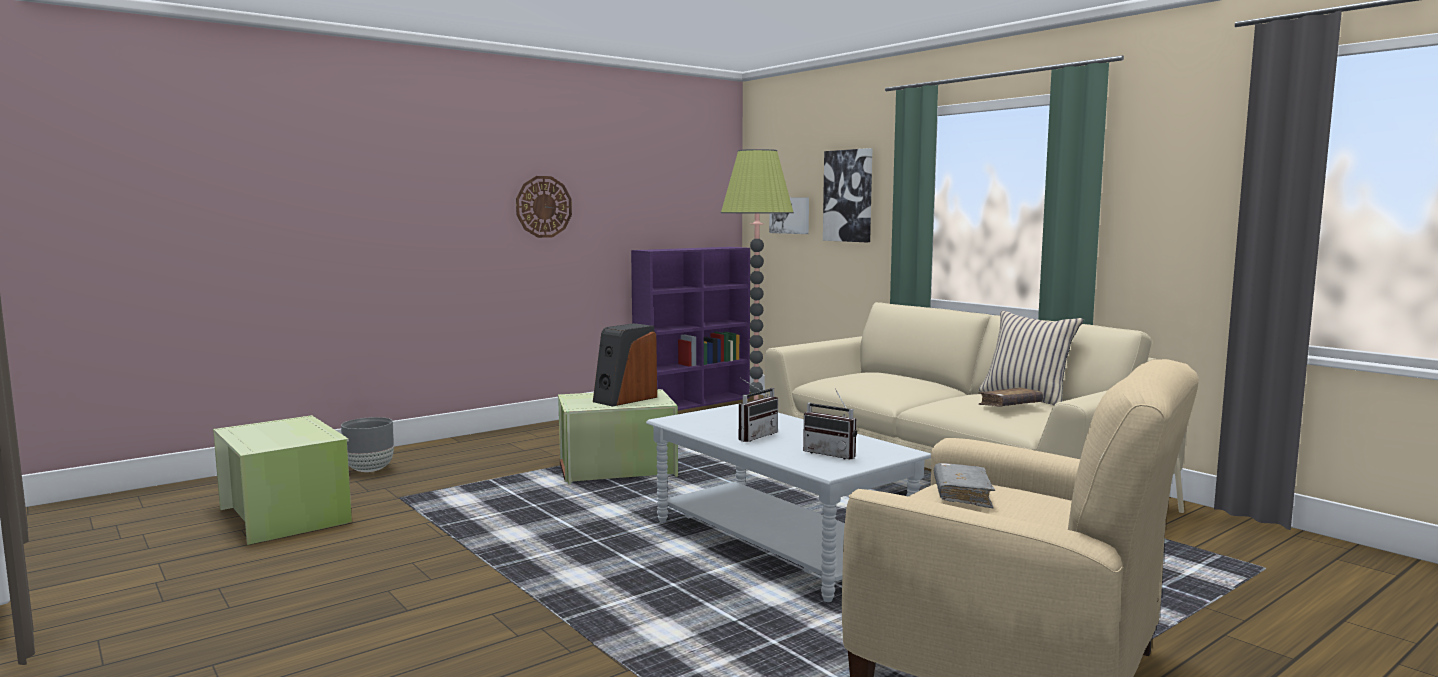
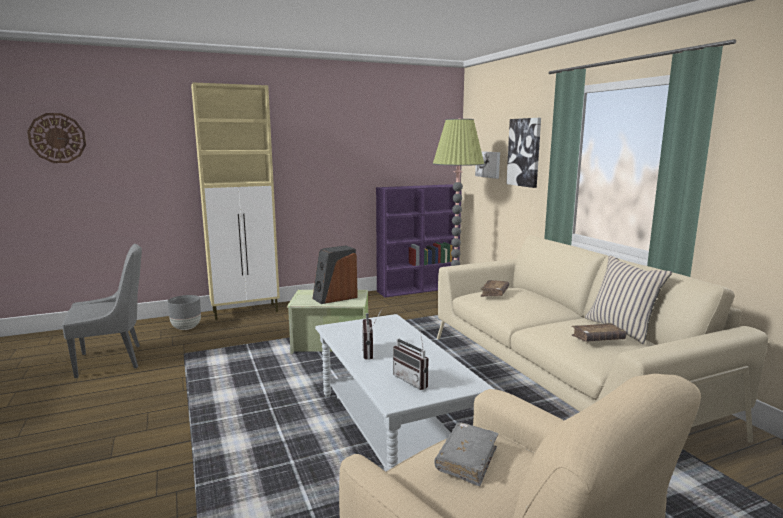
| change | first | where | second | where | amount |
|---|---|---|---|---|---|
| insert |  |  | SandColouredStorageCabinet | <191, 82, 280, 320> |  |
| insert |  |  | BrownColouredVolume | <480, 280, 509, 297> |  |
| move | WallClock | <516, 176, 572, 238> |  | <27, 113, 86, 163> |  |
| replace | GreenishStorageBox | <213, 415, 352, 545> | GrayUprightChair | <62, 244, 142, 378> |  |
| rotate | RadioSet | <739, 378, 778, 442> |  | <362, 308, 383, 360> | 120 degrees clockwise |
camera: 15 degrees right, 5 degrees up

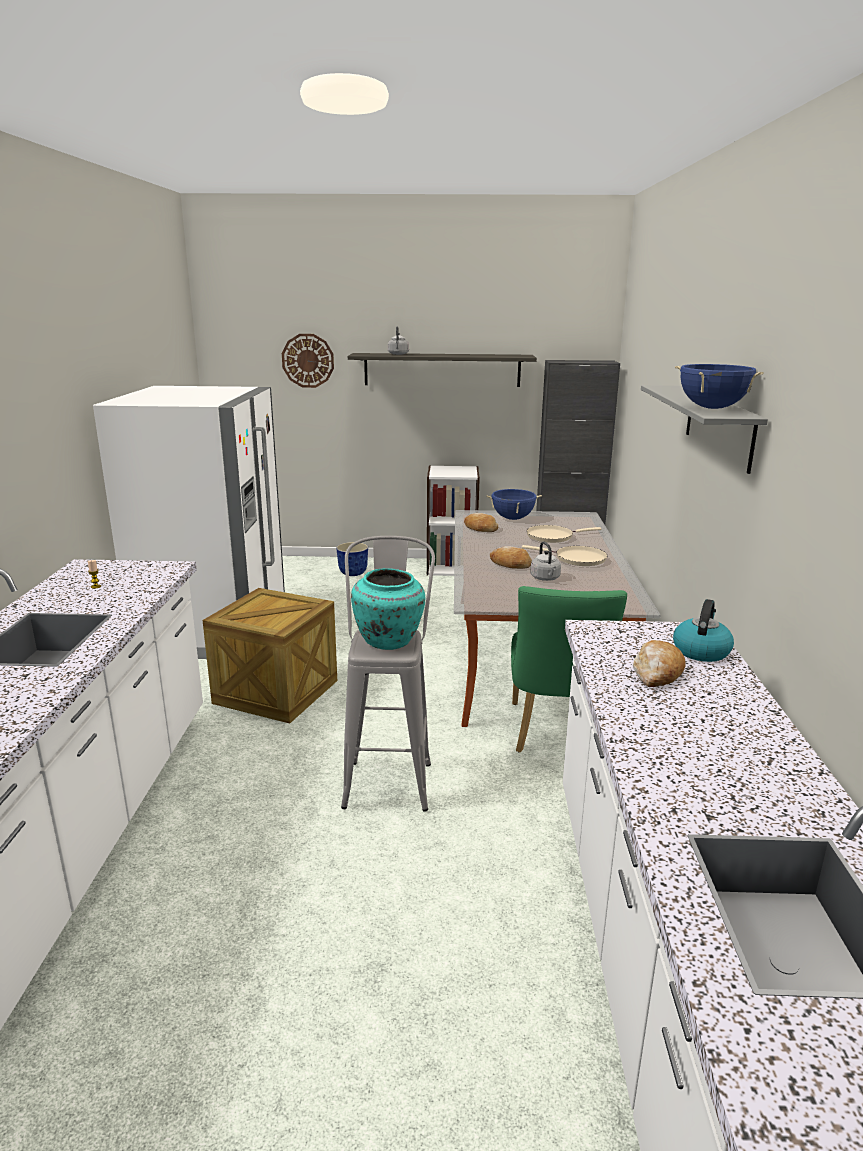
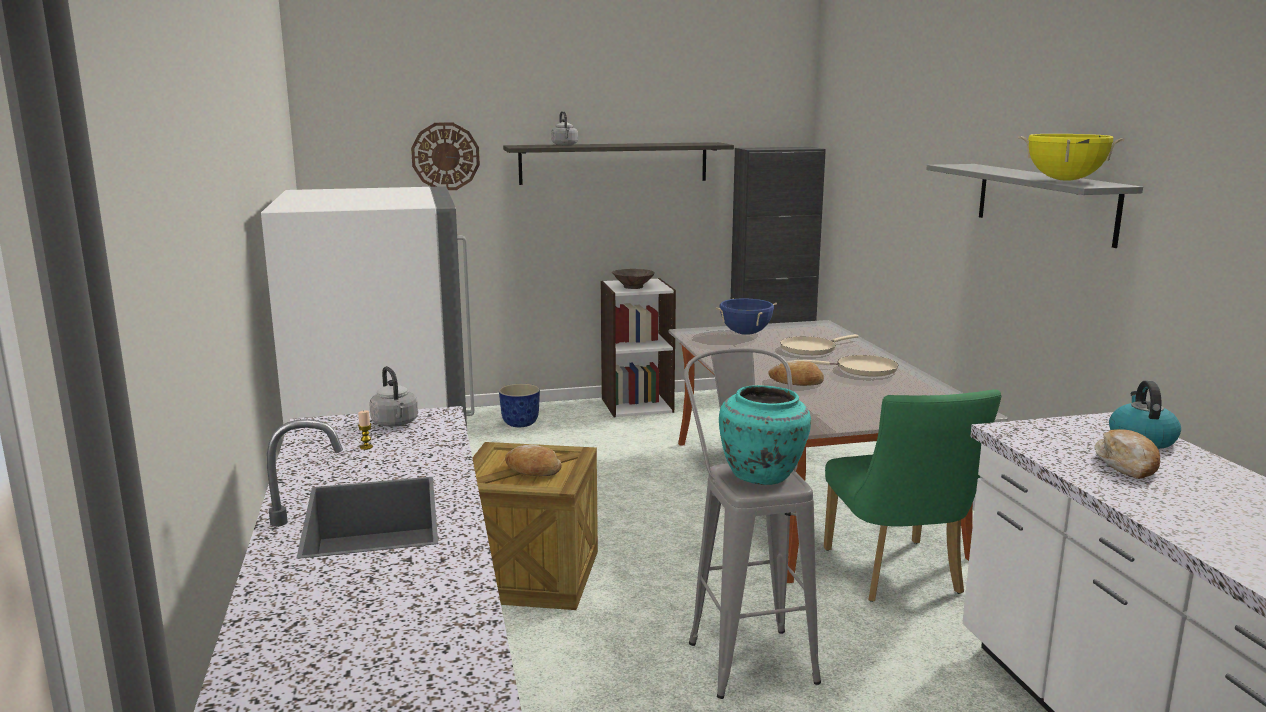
| change | first | where | second | where | amount |
|---|---|---|---|---|---|
| insert |  |  | BrownColouredBowl | <612, 269, 655, 289> |  |
| move | BakeryBread | <464, 513, 498, 532> |  | <505, 445, 562, 476> |  |
| move | GrayKettle | <530, 541, 561, 581> |  | <369, 366, 418, 427> |  |
| recolor | BlueColouredCookingPot | <675, 364, 764, 409> | YellowColouredCookingPot | <1018, 134, 1125, 181> |  |
camera: 15 degrees left, 5 degrees down

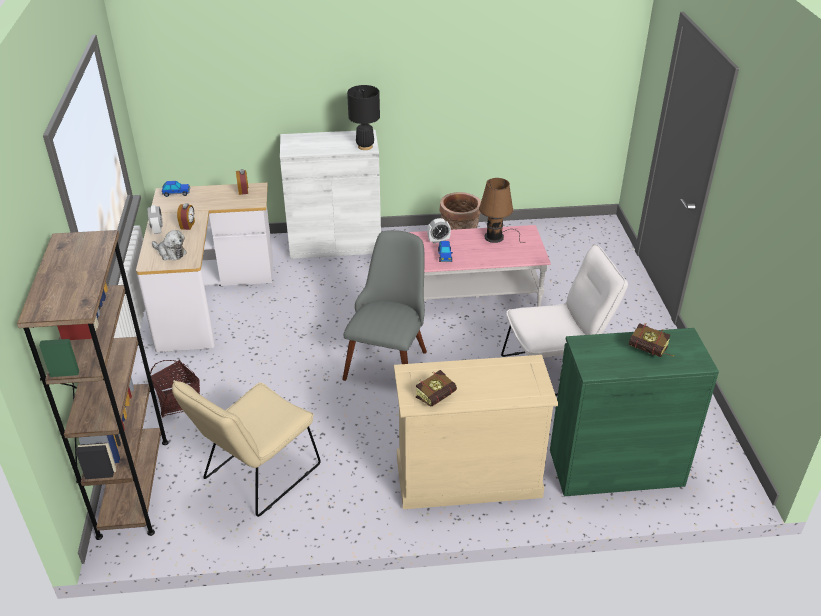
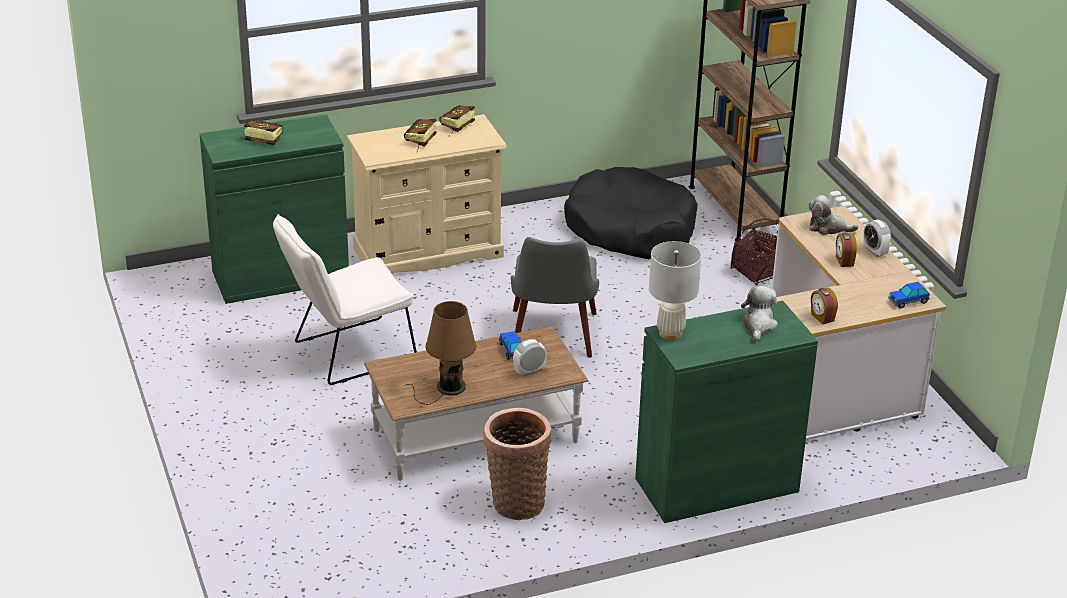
| change | first | where | second | where | amount |
|---|---|---|---|---|---|
| insert |  |  | Volume | <404, 119, 437, 152> |  |
| insert |  |  | SoftToy | <741, 286, 778, 341> |  |
| replace | SandColouredUprightChair | <172, 380, 321, 517> | BlackColouredDogBed | <564, 167, 698, 259> |  |
| recolor | WhitishStorageCabinet | <280, 130, 381, 259> | GreenishStorageCabinet | <635, 301, 818, 523> |  |
| recolor | BlackColouredTabletopLamp | <347, 85, 380, 150> | WhitishTabletopLamp | <649, 241, 701, 340> |  |
| recolor | PinkColouredLowTable | <409, 225, 551, 306> | BrownColouredLowTable | <364, 327, 589, 481> |  |
camera: 165 degrees right, 5 degrees down

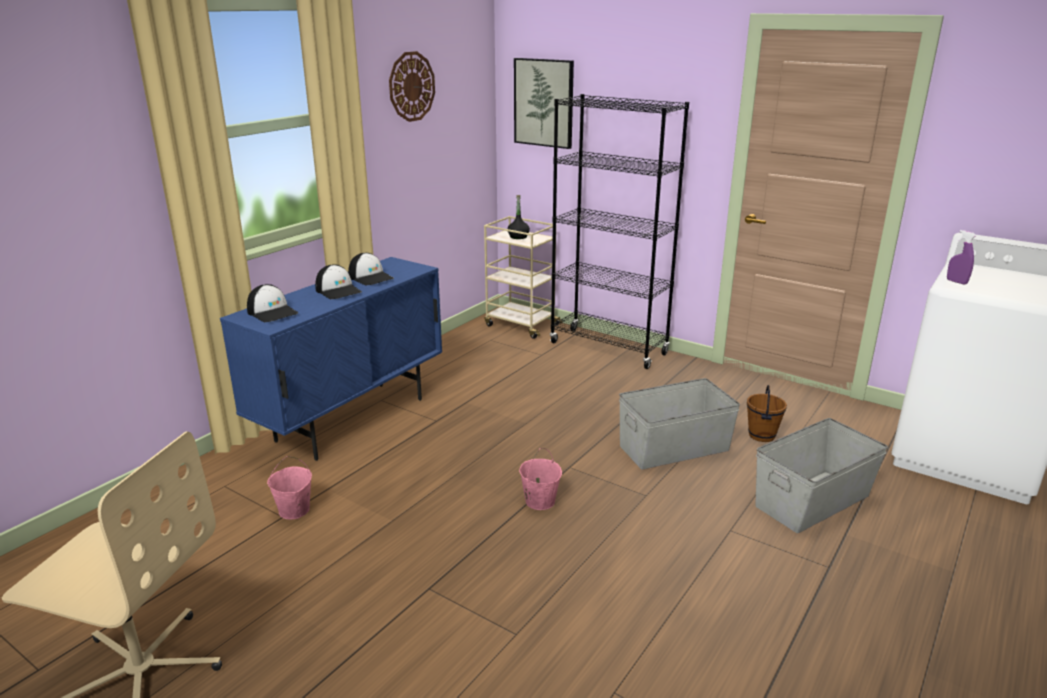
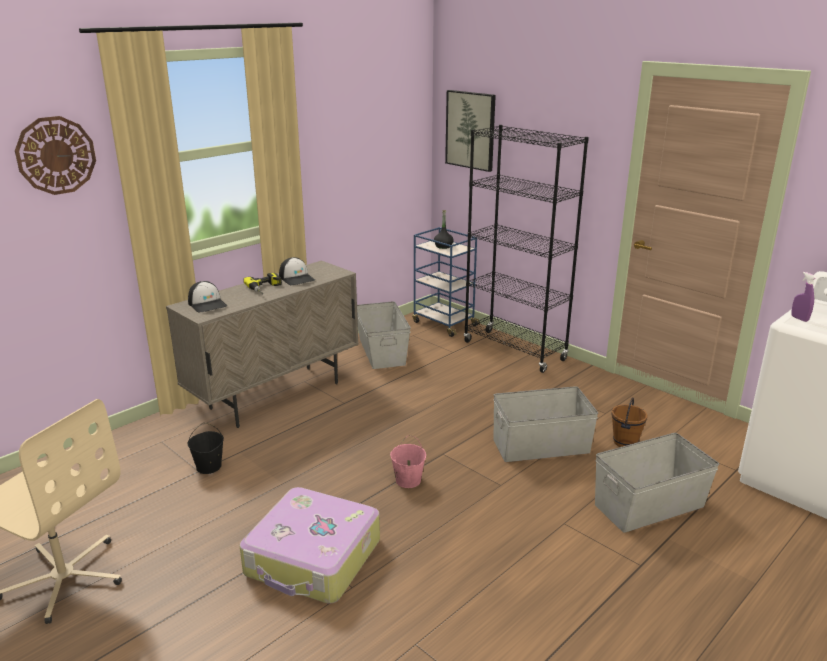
| change | first | where | second | where | amount |
|---|---|---|---|---|---|
| insert |  |  | PieceOfLuggage | <240, 487, 380, 604> |  |
| insert |  |  | GrayStorageBox | <357, 301, 411, 369> |  |
| move | WallClock | <389, 51, 435, 122> |  | <15, 116, 96, 195> |  |
| replace | BaseballCap | <315, 264, 362, 299> | ElectricDrill | <243, 273, 282, 295> |  |
| recolor | BlueColouredStorageCabinet | <220, 257, 442, 461> | SandColouredStorageCabinet | <166, 260, 359, 428> |  |
| recolor | PinkColouredBucket | <267, 456, 312, 519> | BlackColouredBucket | <187, 423, 224, 474> |  |
| recolor | SandColouredTrolley | <484, 216, 562, 339> | BlueColouredTrolley | <412, 227, 480, 337> |  |
camera: 10 degrees right, 0 degrees up

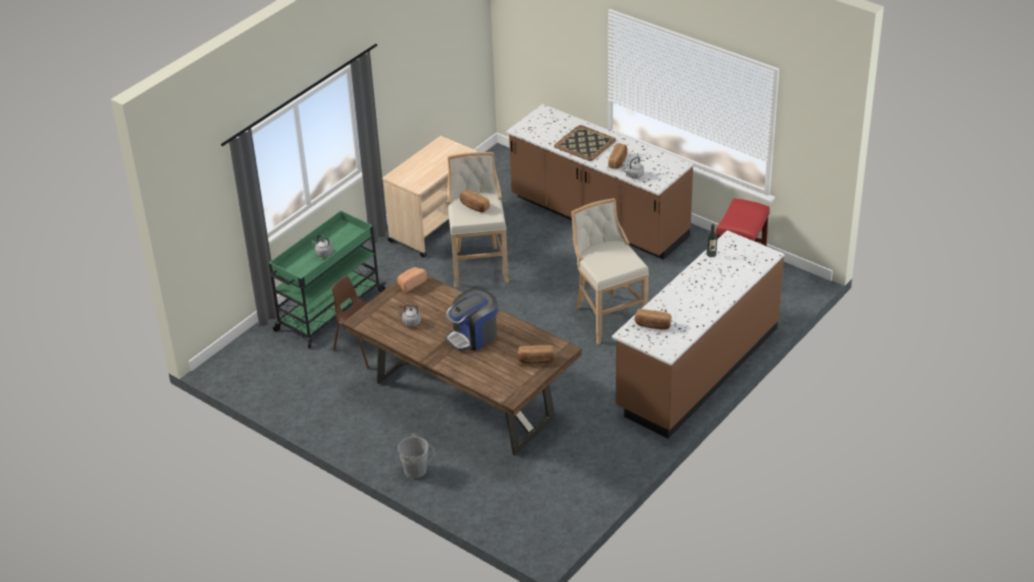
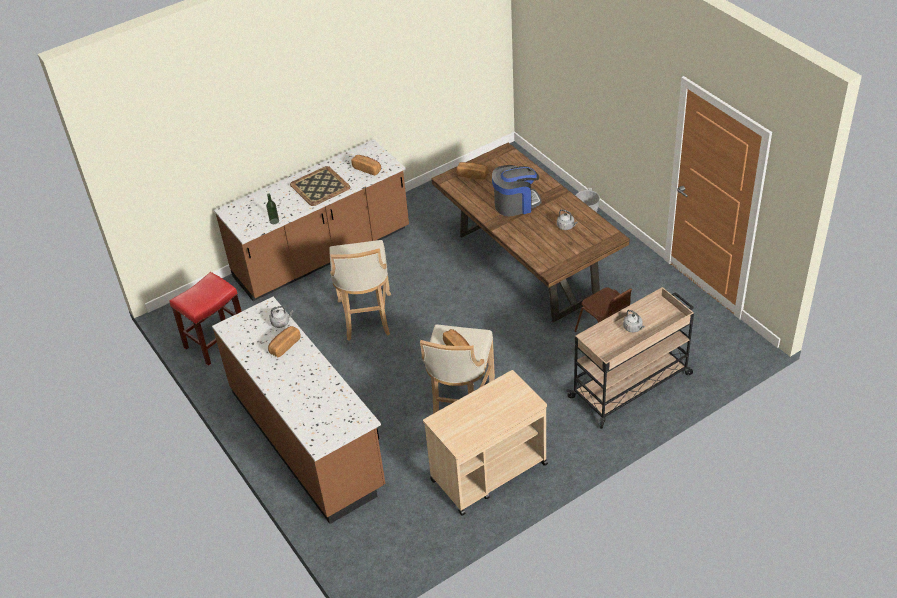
| change | first | where | second | where | amount |
|---|---|---|---|---|---|
| delete | BakeryBread | <397, 267, 427, 292> |  |  |  |
| move | Tray | <554, 125, 616, 161> |  | <290, 166, 350, 206> |  |
| recolor | GreenishTrolley | <269, 211, 386, 349> | SandColouredTrolley | <566, 287, 694, 429> |  |
camera: 160 degrees left, 5 degrees up

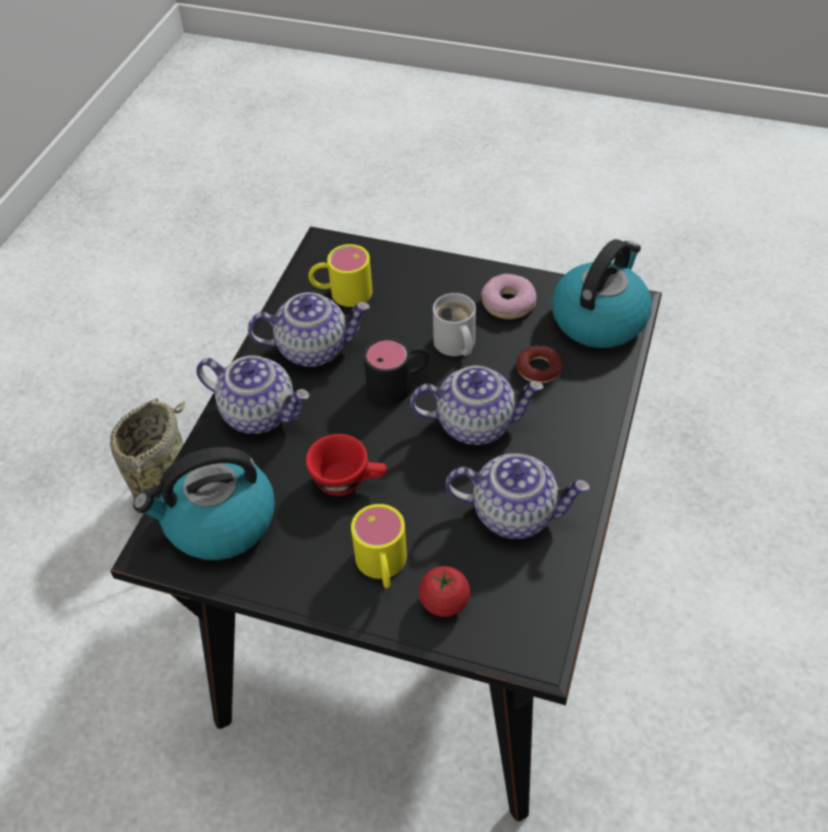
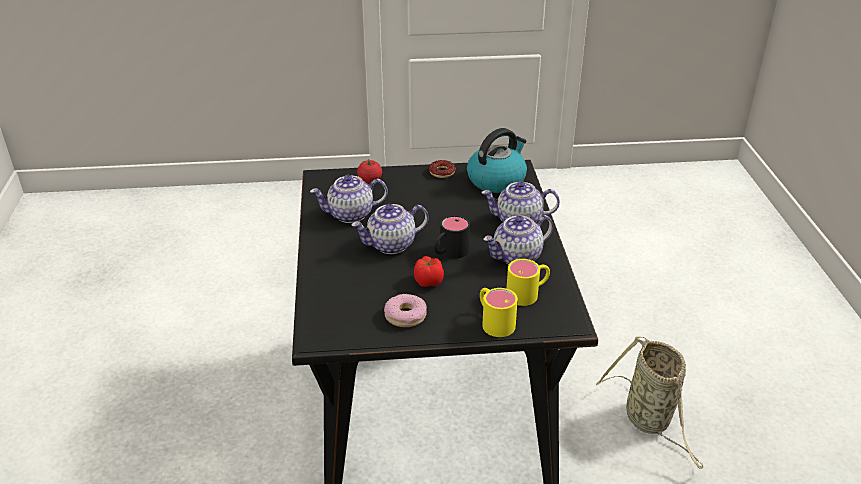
| change | first | where | second | where | amount |
|---|---|---|---|---|---|
| delete | RedColouredDrinkingCup | <306, 434, 387, 496> |  |  |  |
| delete | Kettle | <551, 239, 652, 348> |  |  |  |
| move | YellowColouredTeaMug | <351, 504, 407, 588> |  | <480, 288, 518, 337> |  |
| move | Donut | <516, 345, 563, 383> |  | <429, 160, 456, 178> |  |
| replace | WhitishTeaMug | <433, 293, 476, 356> | WholeTomato | <414, 256, 444, 287> |  |
camera: 155 degrees right, 15 degrees down

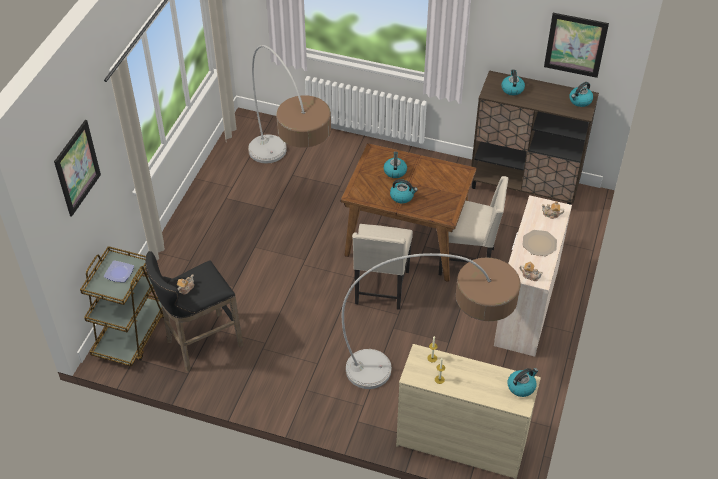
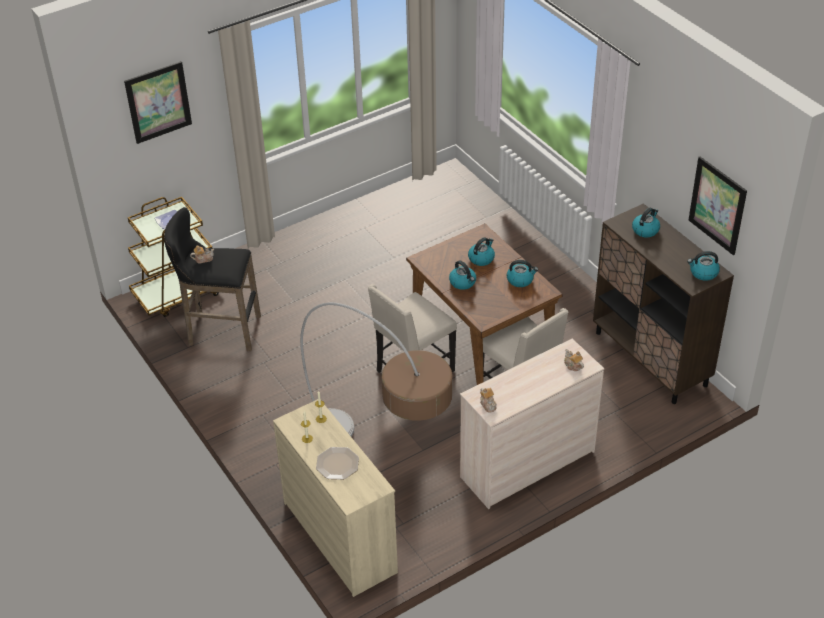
| change | first | where | second | where | amount |
|---|---|---|---|---|---|
| delete | StandardLamp | <248, 45, 331, 164> |  |  |  |
| move | Kettle | <508, 368, 538, 397> |  | <507, 260, 538, 287> |  |
| move | DinnerPlate | <523, 230, 557, 256> |  | <316, 447, 359, 480> |  |
camera: 40 degrees right, 5 degrees down

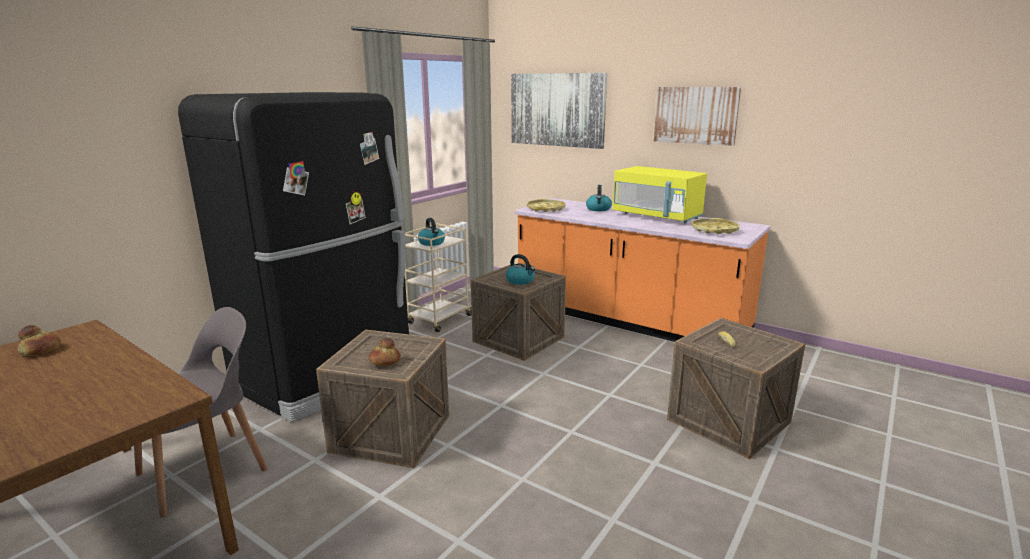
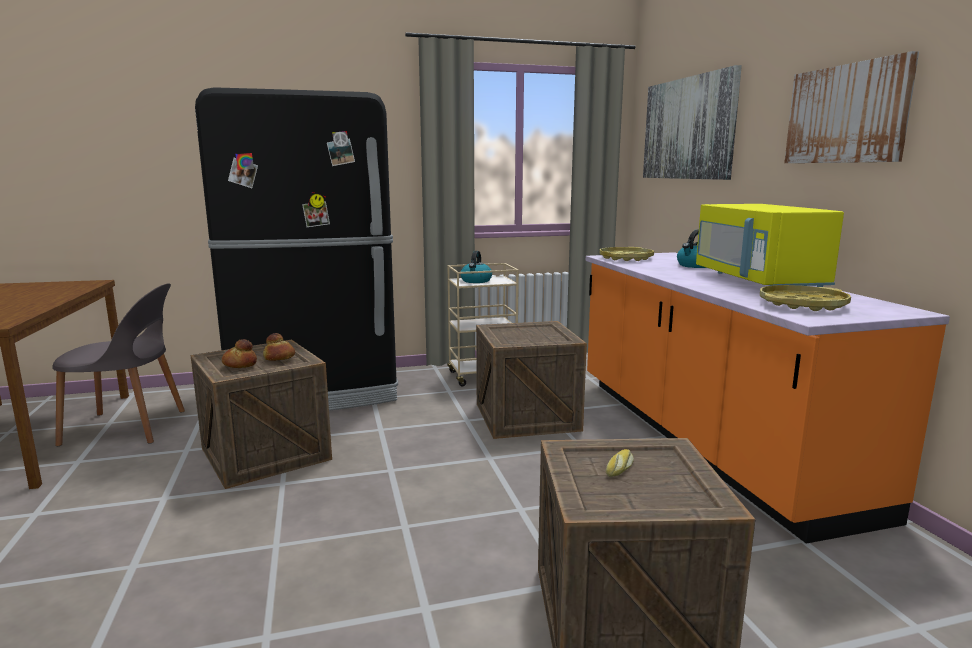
| change | first | where | second | where | amount |
|---|---|---|---|---|---|
| delete | Kettle | <506, 254, 535, 285> |  |  |  |
| move | BakeryBread | <18, 325, 61, 356> |  | <263, 333, 295, 361> |  |
camera: 40 degrees right, 5 degrees down

